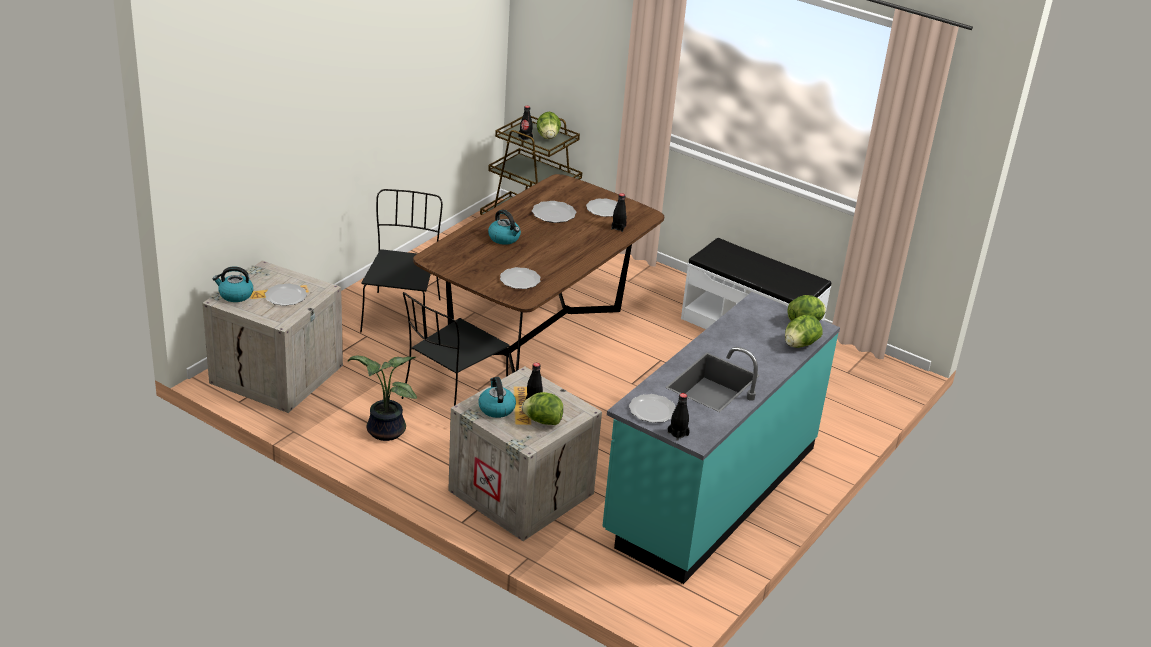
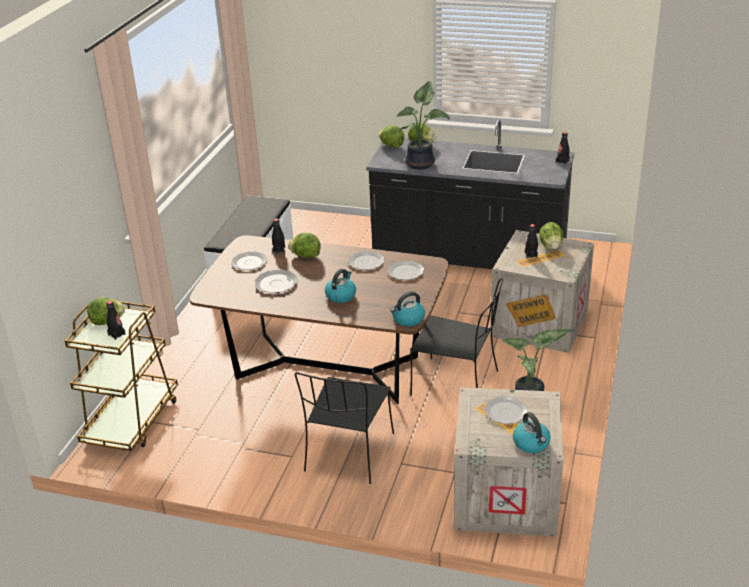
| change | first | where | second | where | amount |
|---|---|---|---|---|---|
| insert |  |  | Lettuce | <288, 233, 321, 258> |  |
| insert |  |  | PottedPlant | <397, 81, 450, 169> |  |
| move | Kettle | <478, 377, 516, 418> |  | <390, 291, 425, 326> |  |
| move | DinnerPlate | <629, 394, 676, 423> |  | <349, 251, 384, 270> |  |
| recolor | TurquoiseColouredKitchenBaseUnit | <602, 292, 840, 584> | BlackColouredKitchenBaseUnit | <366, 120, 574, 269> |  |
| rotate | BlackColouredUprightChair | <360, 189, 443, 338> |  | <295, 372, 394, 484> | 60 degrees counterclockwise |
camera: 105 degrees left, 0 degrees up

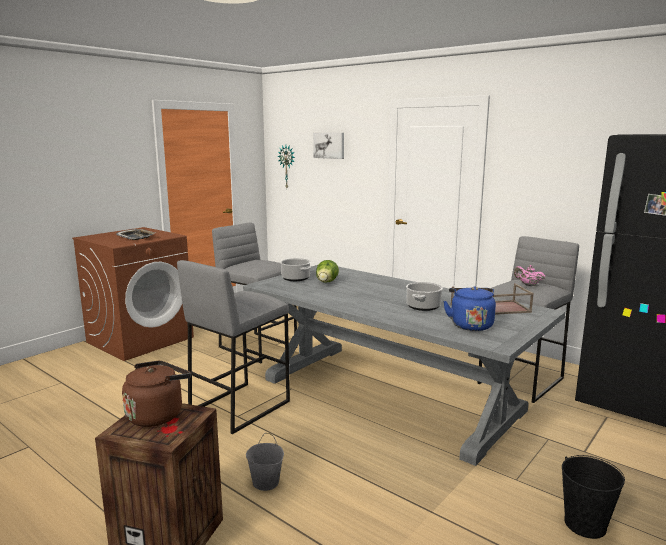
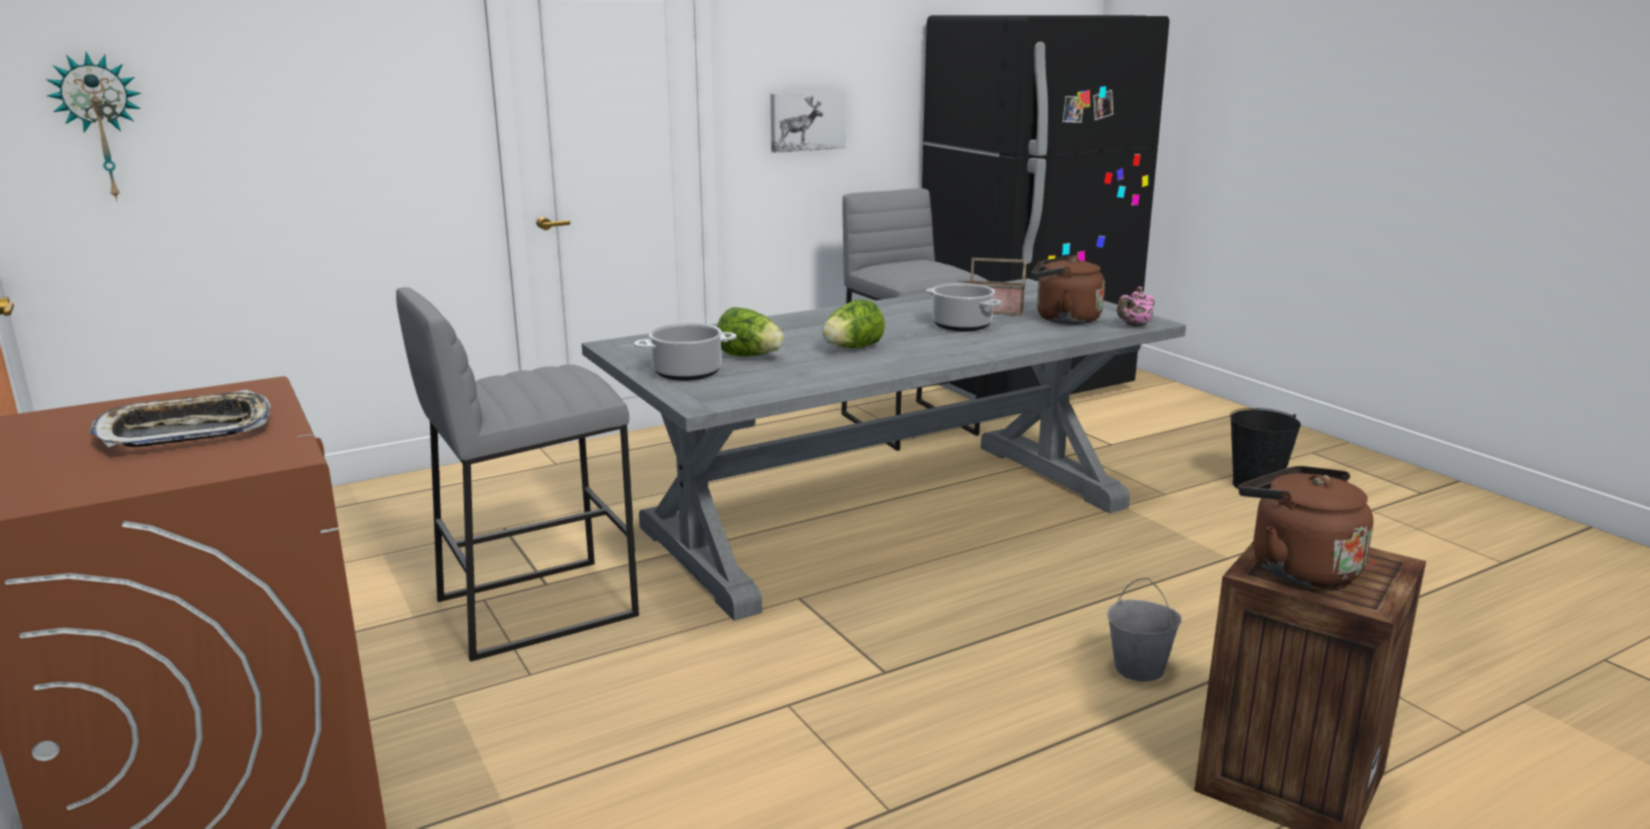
| change | first | where | second | where | amount |
|---|---|---|---|---|---|
| delete | GraySittingStool | <177, 260, 290, 434> |  |  |  |
| insert |  |  | Lettuce | <822, 300, 885, 348> |  |
| move | Picture | <313, 133, 344, 159> |  | <770, 91, 846, 153> |  |
| move | PinkColouredPotForTea | <514, 265, 545, 286> |  | <1117, 287, 1155, 327> |  |
| recolor | BlueColouredKettle | <443, 286, 496, 331> | BrownColouredKettle | <1031, 255, 1105, 325> |  |
camera: 70 degrees left, 5 degrees up

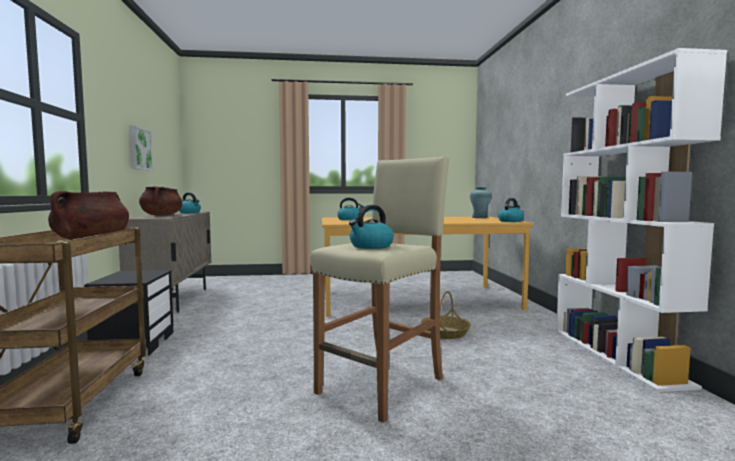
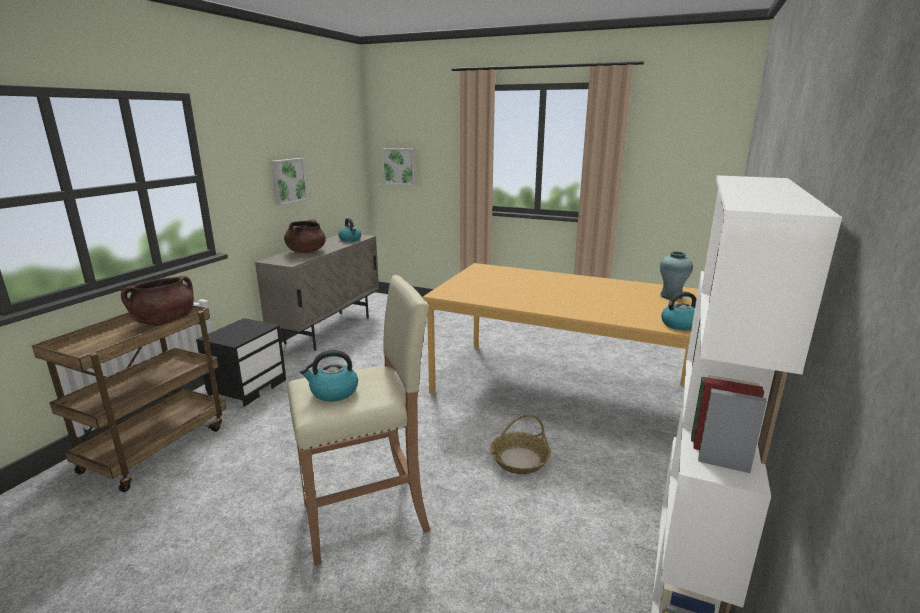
| change | first | where | second | where | amount |
|---|---|---|---|---|---|
| delete | Kettle | <337, 198, 364, 220> |  |  |  |
| insert |  |  | Picture | <382, 148, 416, 186> |  |
camera: 30 degrees right, 15 degrees up

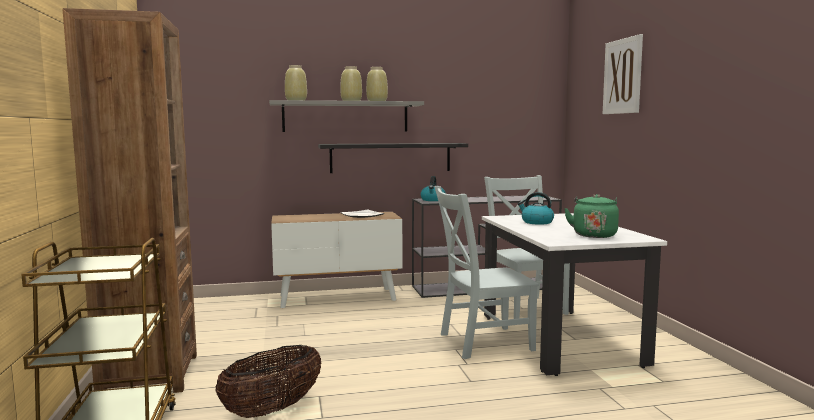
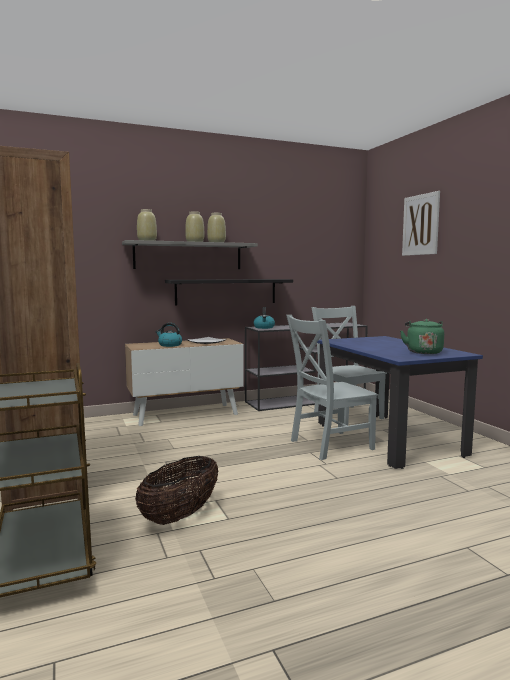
| change | first | where | second | where | amount |
|---|---|---|---|---|---|
| move | Kettle | <518, 192, 554, 225> |  | <156, 323, 182, 347> |  |
| recolor | WhitishDiningTable | <482, 213, 667, 376> | BlueColouredDiningTable | <317, 336, 483, 469> |  |
camera: 10 degrees left, 0 degrees up

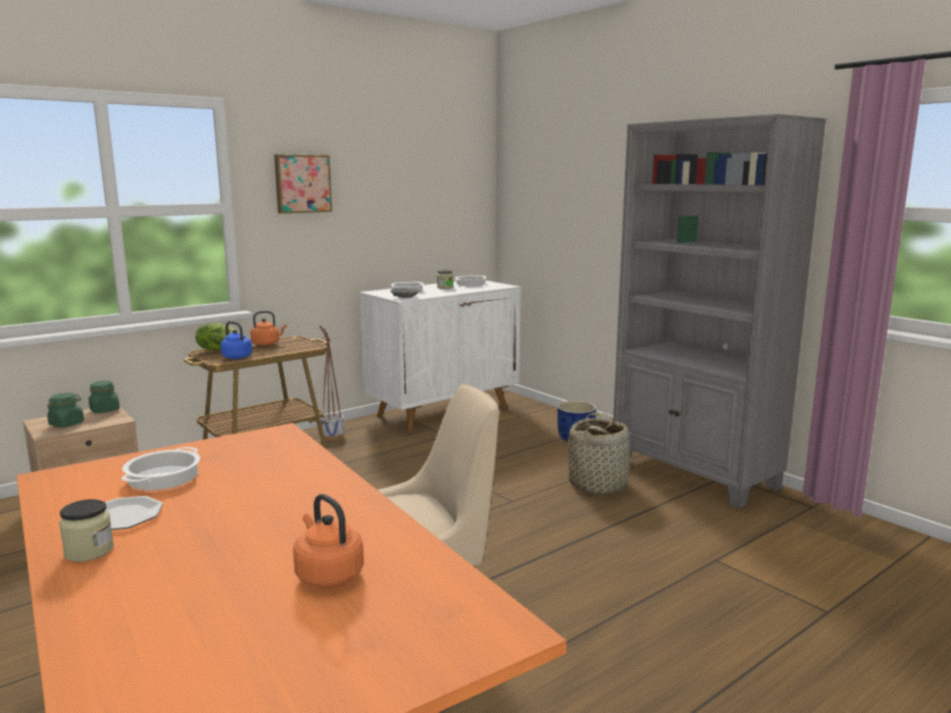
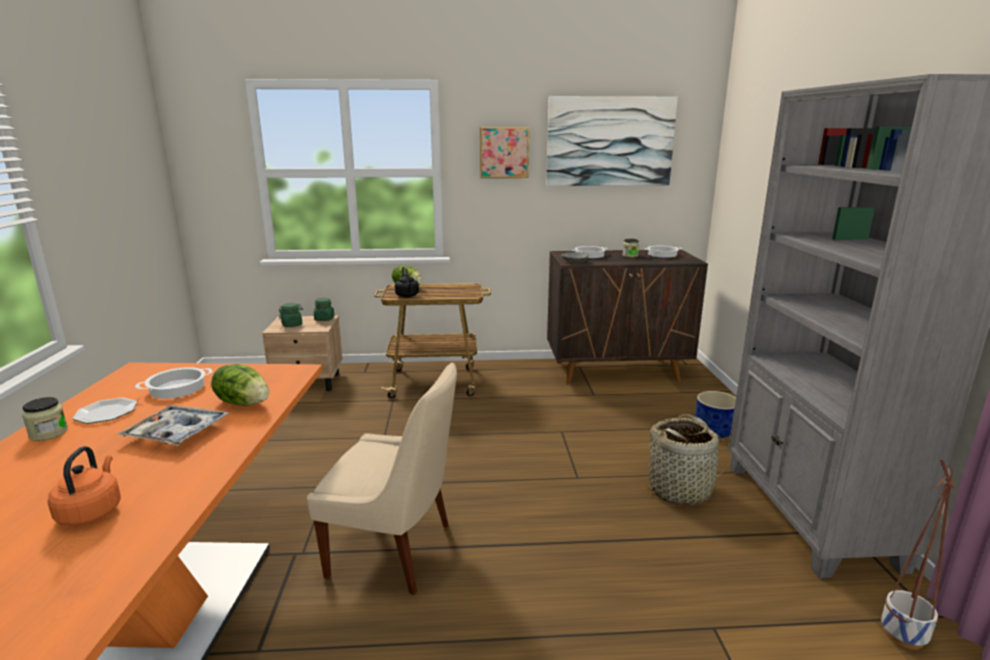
| change | first | where | second | where | amount |
|---|---|---|---|---|---|
| delete | OrangeKettle | <250, 311, 287, 346> |  |  |  |
| insert |  |  | Tray | <116, 405, 229, 446> |  |
| insert |  |  | Lettuce | <211, 364, 269, 406> |  |
| insert |  |  | Picture | <546, 96, 678, 186> |  |
| move | PlantPot | <319, 326, 344, 440> |  | <881, 459, 954, 650> |  |
| recolor | BlueColouredKettle | <221, 321, 252, 359> | BlackColouredKettle | <395, 266, 419, 297> |  |
| recolor | WhitishStorageCabinet | <359, 280, 521, 433> | BrownColouredStorageCabinet | <547, 250, 708, 384> |  |
camera: 35 degrees right, 5 degrees up

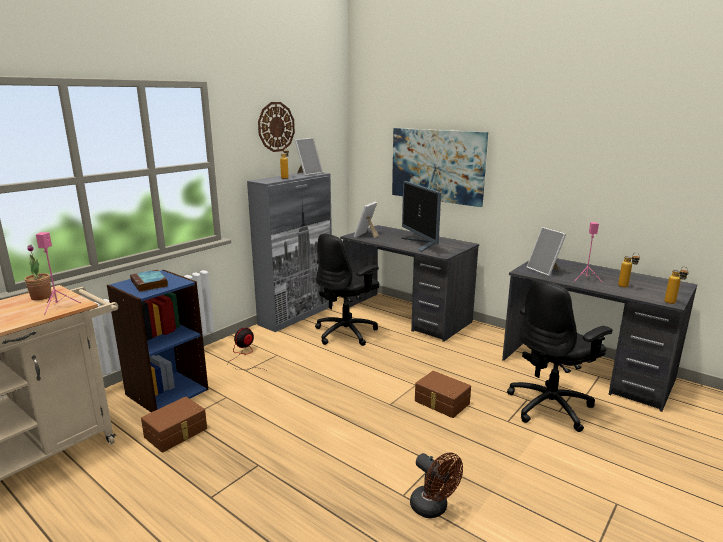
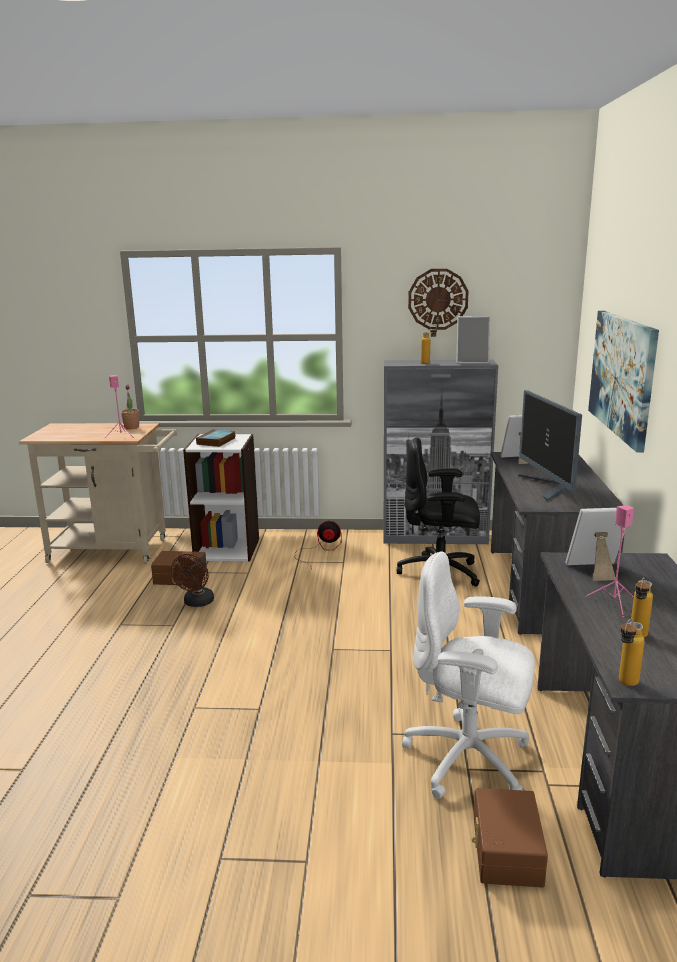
| change | first | where | second | where | amount |
|---|---|---|---|---|---|
| move | BrownColouredFan | <410, 453, 463, 518> |  | <171, 554, 214, 607> |  |
| move | BrownColouredStorageBox | <415, 371, 471, 418> |  | <472, 788, 548, 888> |  |
| recolor | BlueColouredBookshelf | <107, 270, 209, 412> | WhitishBookshelf | <183, 434, 259, 562> |  |
| recolor | BlackColouredOfficeChair | <507, 279, 613, 432> | WhitishOfficeChair | <402, 552, 535, 799> |  |
| rotate | ComputerScreen | <401, 181, 441, 252> |  | <518, 390, 582, 501> | 45 degrees counterclockwise |
| rotate | StandingFrame | <526, 227, 566, 276> |  | <566, 508, 627, 581> | 60 degrees clockwise |
camera: 55 degrees right, 0 degrees up

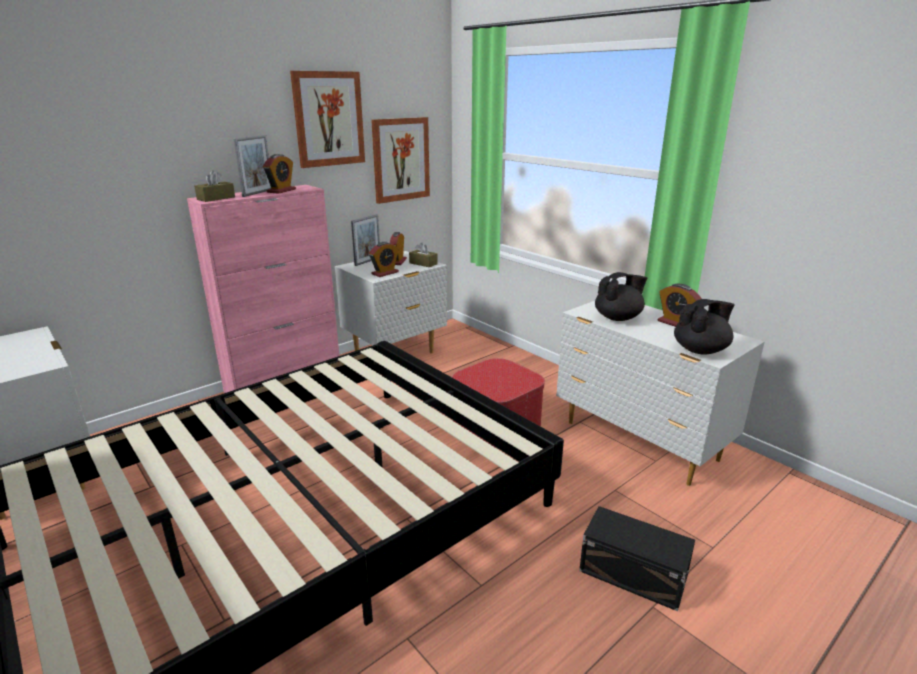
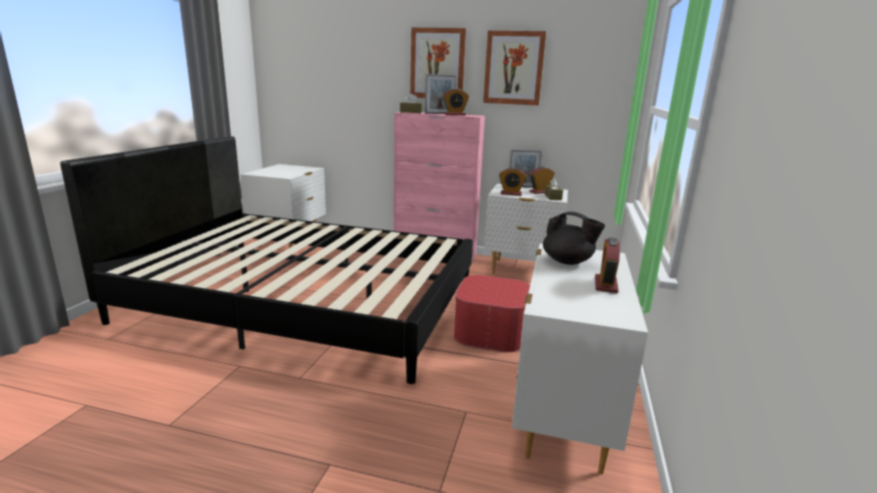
| change | first | where | second | where | amount |
|---|---|---|---|---|---|
| delete | BlackColouredStorageBox | <579, 506, 695, 611> |  |  |  |
| delete | BlackColouredPotForTea | <674, 299, 735, 355> |  |  |  |
| move | Picture | <371, 117, 430, 204> |  | <410, 28, 466, 98> |  |
camera: 55 degrees right, 5 degrees down

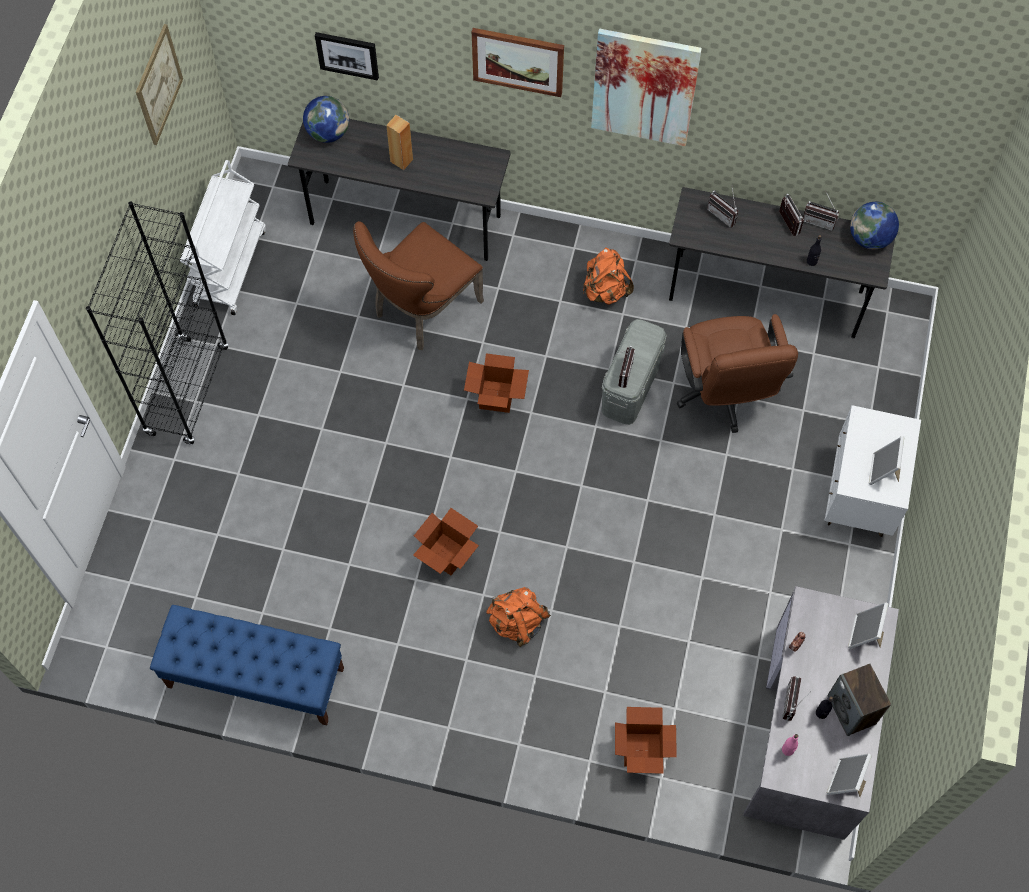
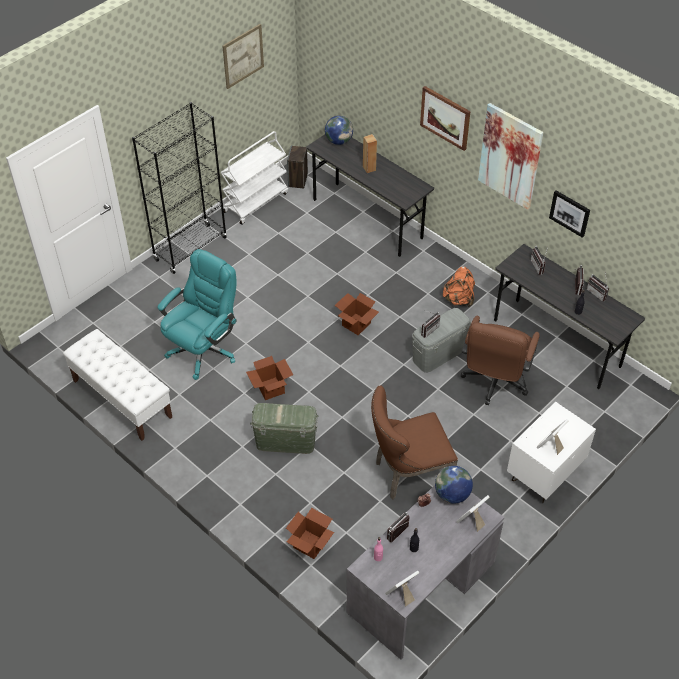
| change | first | where | second | where | amount |
|---|---|---|---|---|---|
| insert |  |  | TurquoiseColouredOfficeChair | <157, 249, 237, 380> |  |
| move | Picture | <315, 32, 379, 81> |  | <549, 190, 590, 238> |  |
| move | BrownColouredUprightChair | <353, 221, 484, 350> |  | <371, 386, 458, 499> |  |
| move | Speaker | <827, 664, 891, 736> |  | <287, 145, 308, 188> |  |
| move | DeskGlobe | <850, 202, 899, 250> |  | <435, 466, 473, 504> |  |
| replace | OrangeRucksack | <486, 587, 551, 647> | GreenishStorageBox | <250, 403, 319, 454> |  |
| recolor | BlueColouredIndoorBench | <150, 605, 344, 725> | WhitishIndoorBench | <63, 329, 172, 441> |  |
camera: 30 degrees right, 15 degrees down

